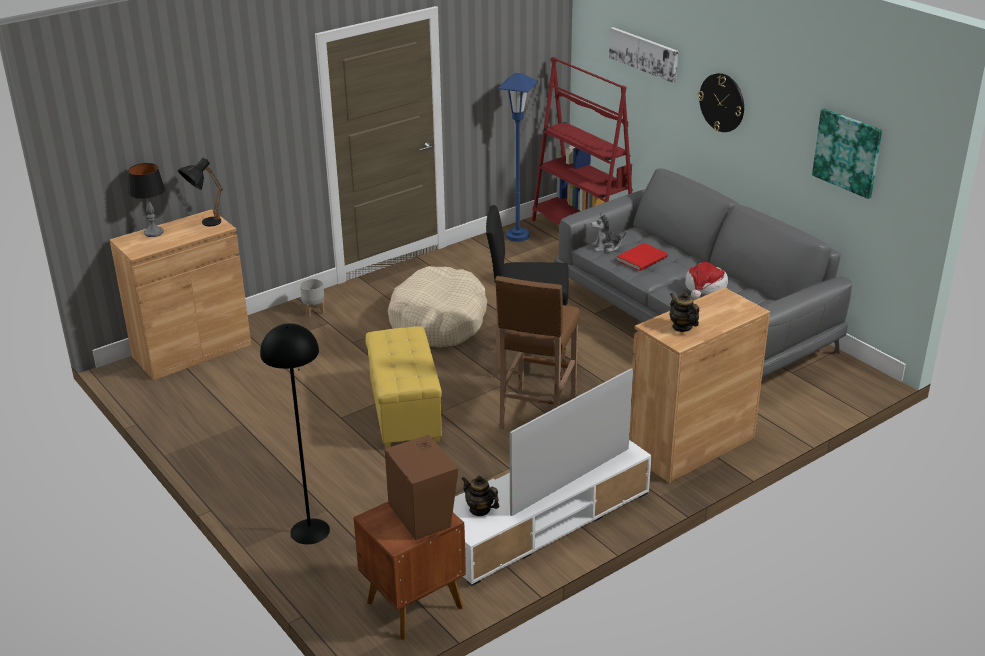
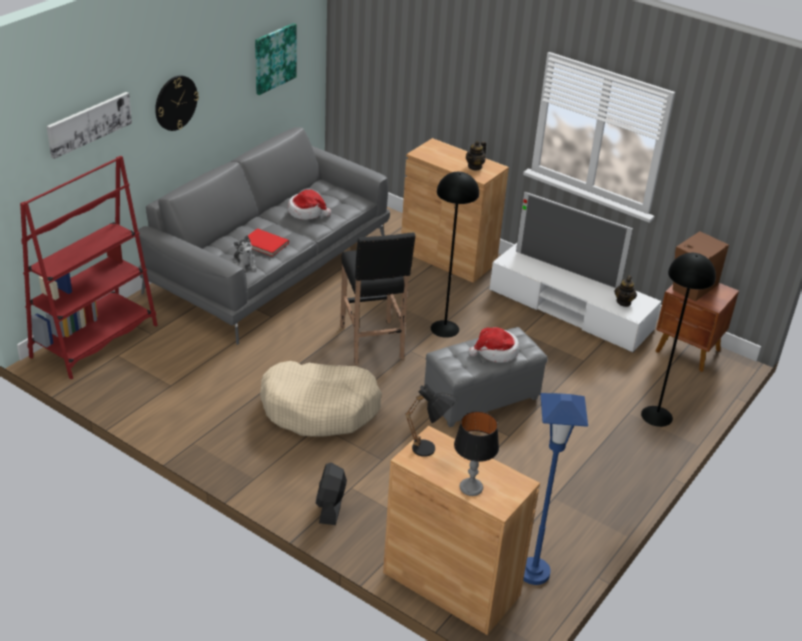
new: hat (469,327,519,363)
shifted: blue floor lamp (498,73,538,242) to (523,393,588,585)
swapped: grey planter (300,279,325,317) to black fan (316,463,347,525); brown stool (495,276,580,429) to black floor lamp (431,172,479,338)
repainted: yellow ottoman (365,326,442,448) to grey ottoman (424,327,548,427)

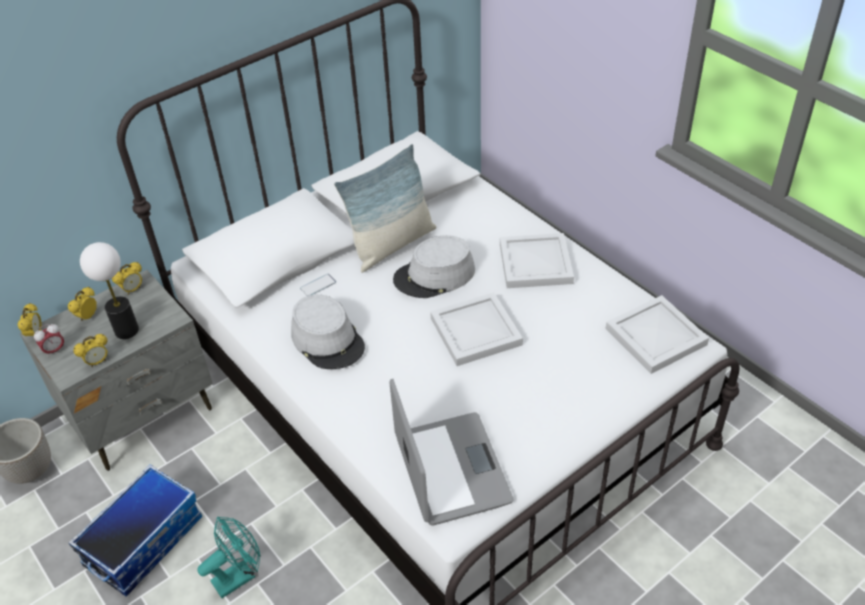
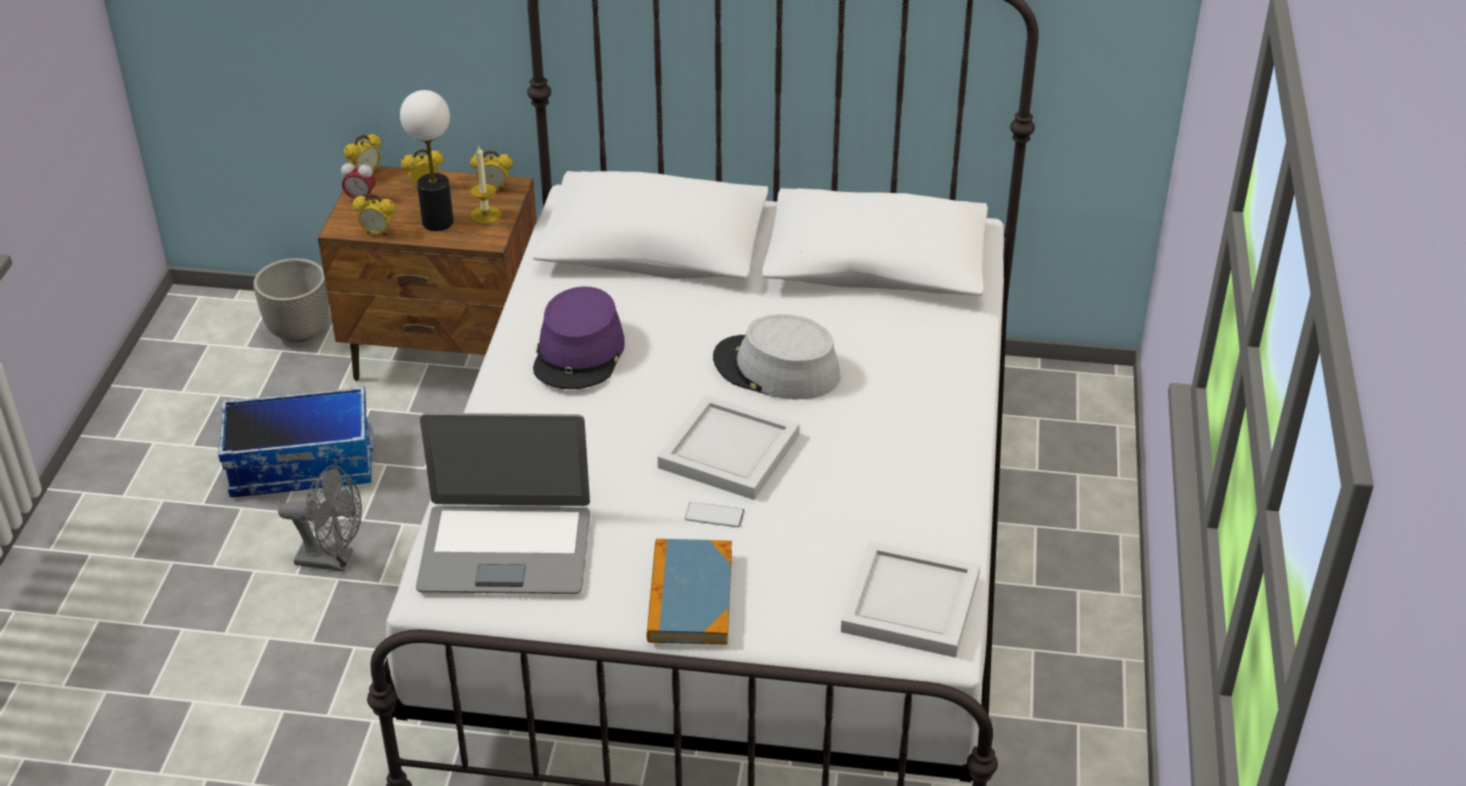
gone: pillow (334,144,436,273); white tray (500,233,574,288)
new: candle (470,145,501,224); book (647,539,732,645)
shifted: phone (300,274,336,296) to (685,502,744,527)
repainted: turquoise fan (197,516,261,598) to grey fan (278,465,362,572); grey nightstand (20,270,213,471) to brown nightstand (318,166,537,381); grey hat (291,295,365,369) to purple hat (533,287,625,389)
rotated: laptop (390,379,513,526) = (416,413,590,594) 60 degrees clockwise

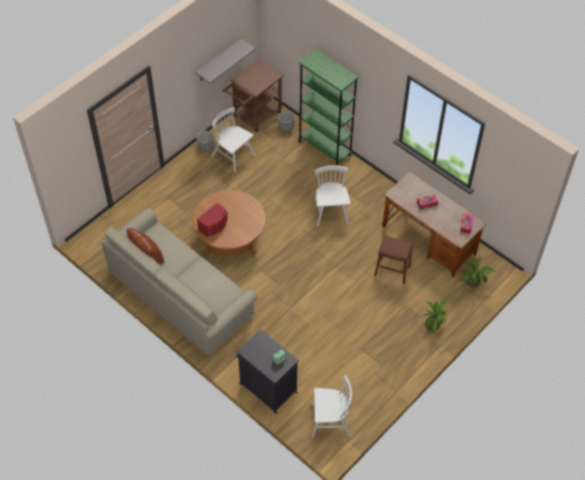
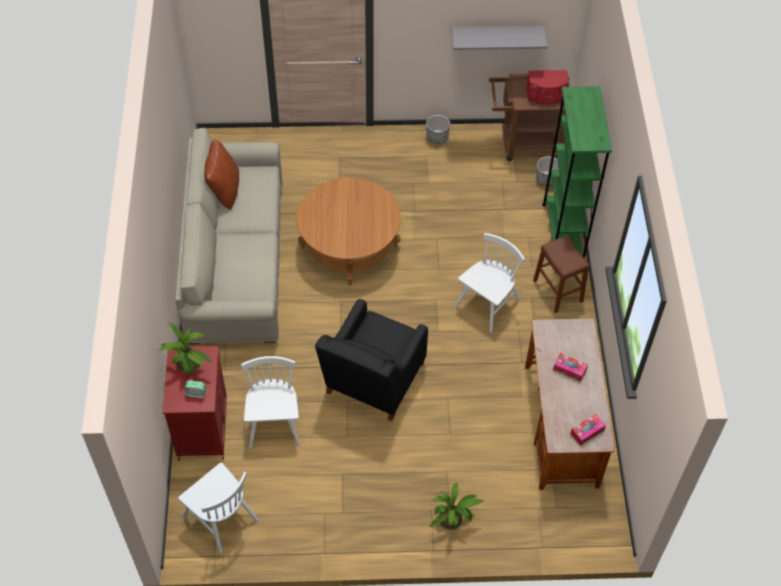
new: black armchair (315,299,428,422)
shifted: potted plant (460,258,495,287) to (159,322,212,374); white chair (212,107,255,173) to (241,356,300,448); red speaker (197,203,228,236) to (526,70,569,105); brown stool (374,235,413,284) to (533,235,590,313)
repainted: black cabinet (236,329,299,414) to red cabinet (163,346,227,461)

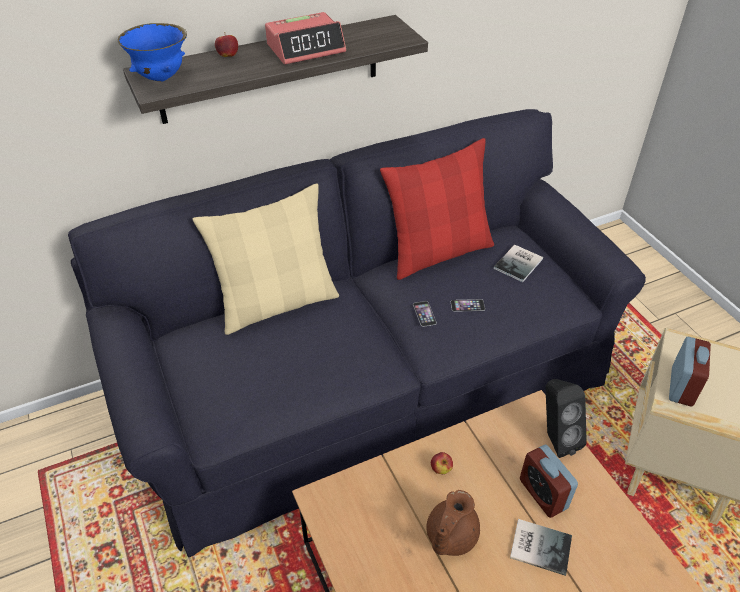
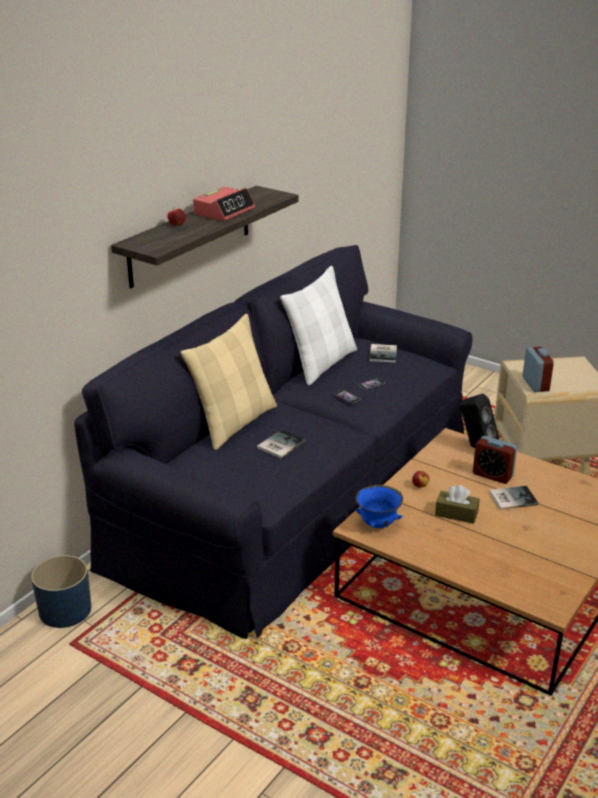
new: blue planter (31,555,91,628); book (257,430,306,458)
shifted: blue bowl (118,23,187,82) to (355,485,403,528)
swapped: brown teapot (426,490,480,556) to brown tissue box (435,485,480,524)
repainted: red pillow (380,138,494,280) to white pillow (280,266,357,386)

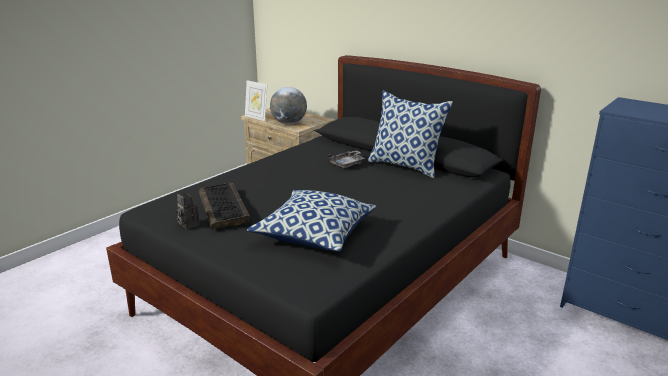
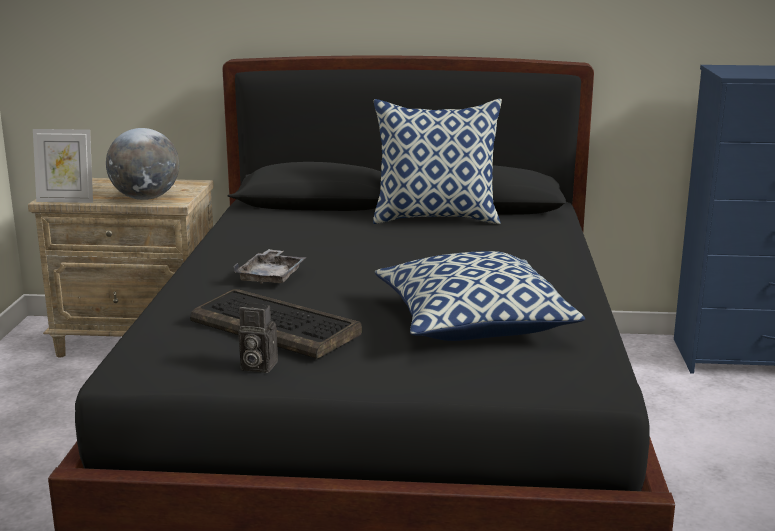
shifted: grey tray (328,150,365,168) to (233,249,306,285)

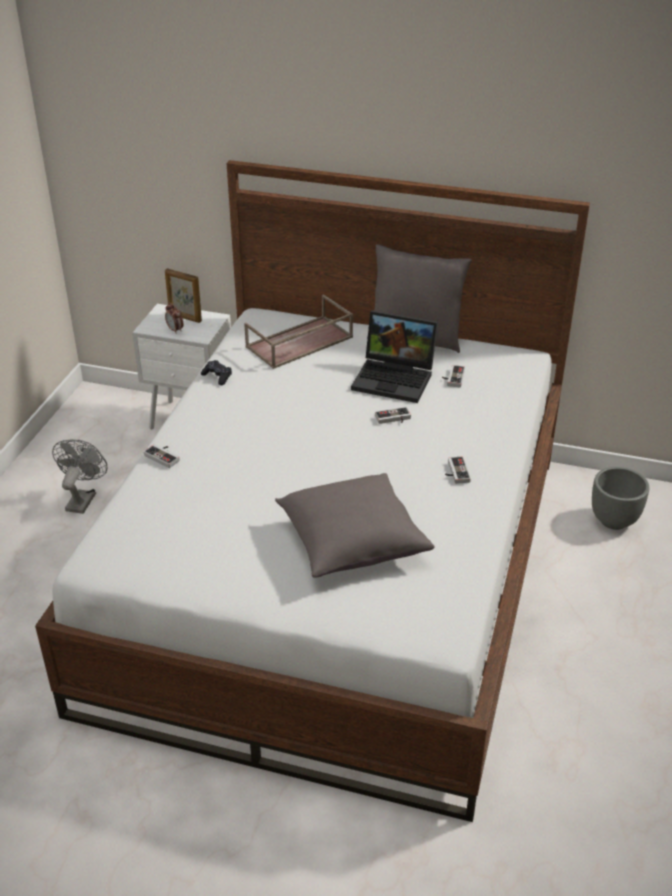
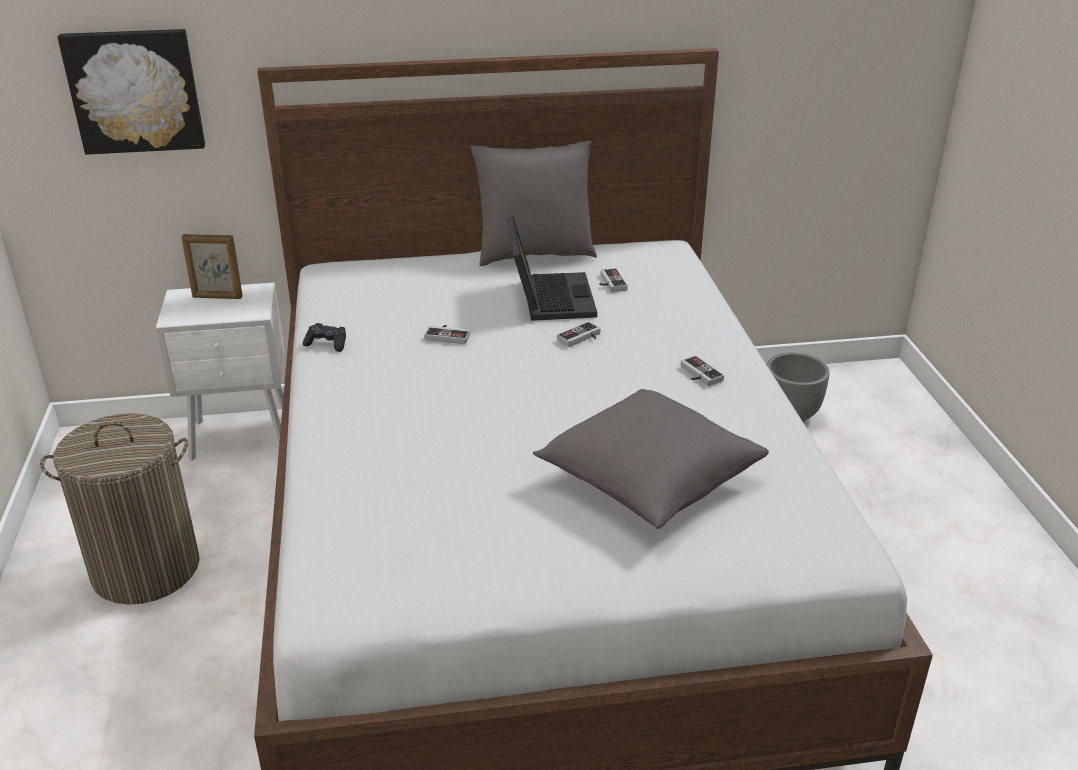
gone: alarm clock (165,303,183,334); brown tray (244,294,353,369)
new: picture (58,29,205,155)
shifted: game controller (144,444,180,468) to (424,325,470,344)
swapped: grey fan (52,440,107,514) to laundry basket (40,413,200,605)
rotated: laptop (351,310,438,403) = (507,217,597,321) 90 degrees counterclockwise

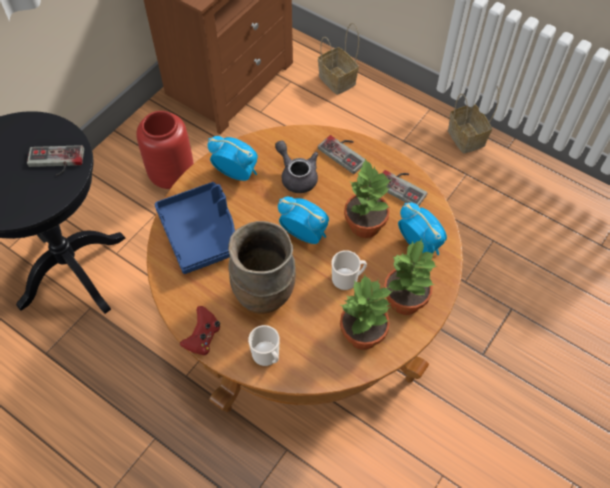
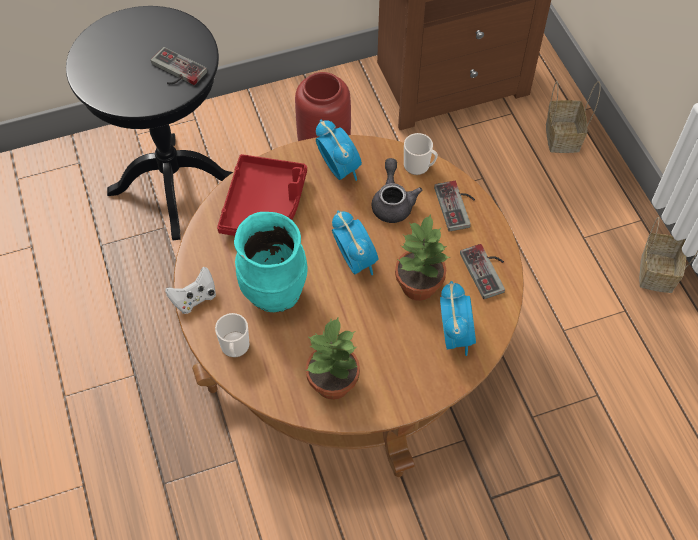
gone: potted plant (384,239,437,315)
shifted: mug (332,250,367,290) to (404,133,438,175)
repainted: red game controller (180,306,220,356) to white game controller (165,266,216,314); blue tray (154,182,235,274) to red tray (217,154,307,236); brown vase (228,221,296,314) to turquoise vase (234,212,308,312)

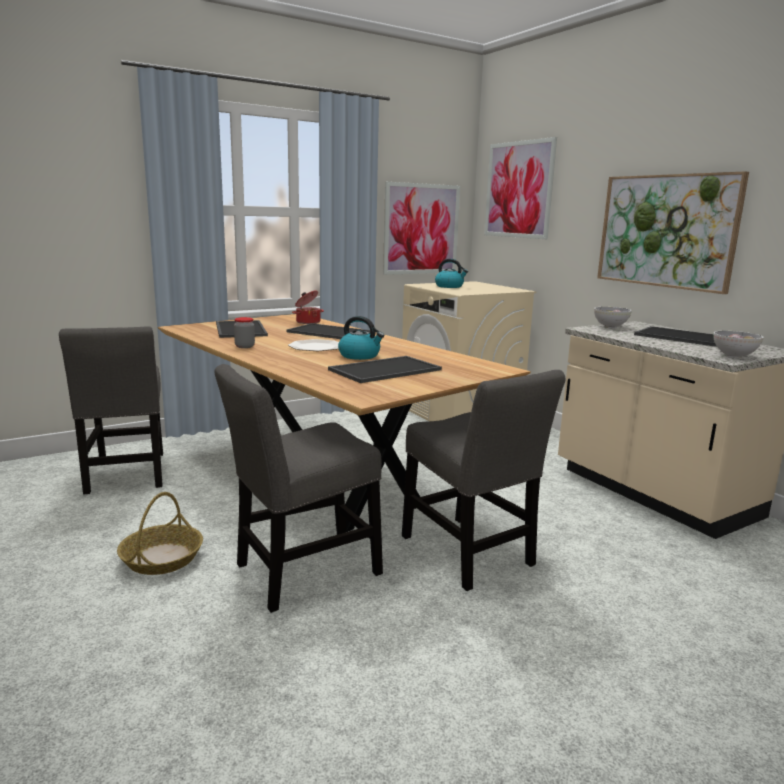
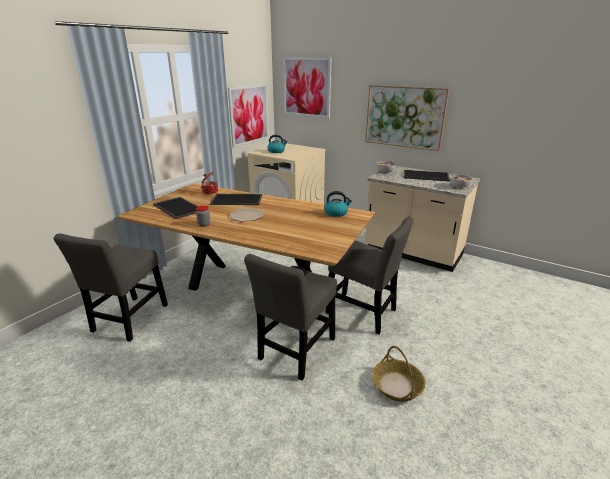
gone: tray (328,356,442,383)
shifted: kettle (338,316,384,360) to (324,191,352,217); basket (117,492,203,575) to (372,346,426,402)
rotated: grey chair (59,326,163,495) = (54,233,168,342) 60 degrees clockwise

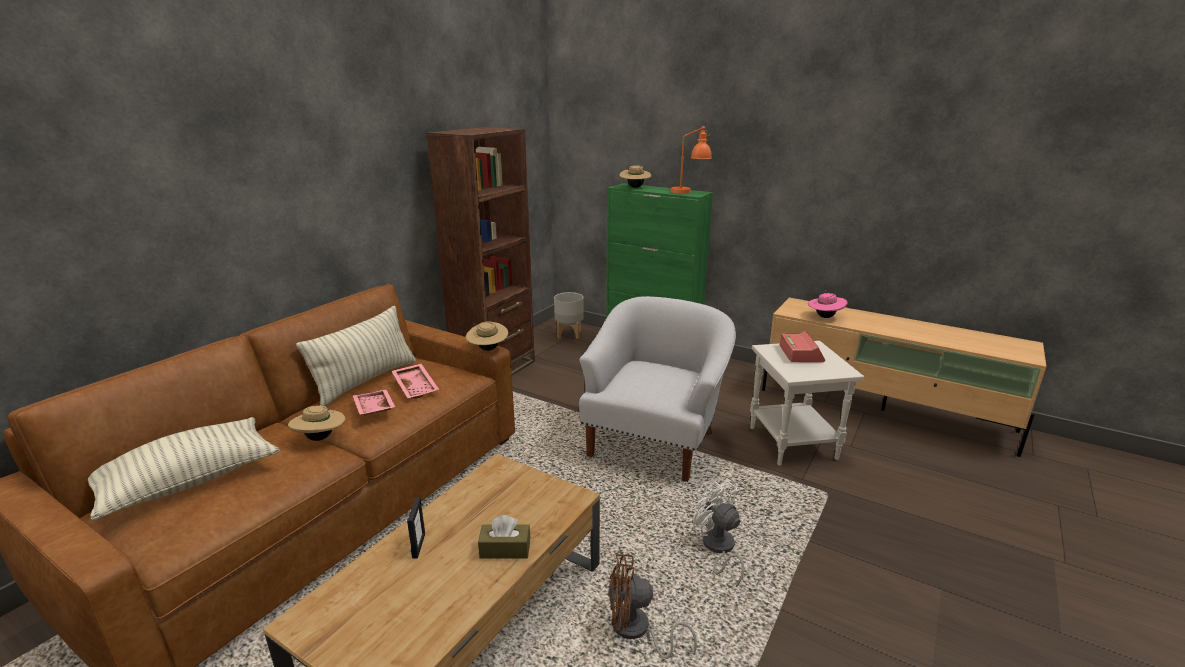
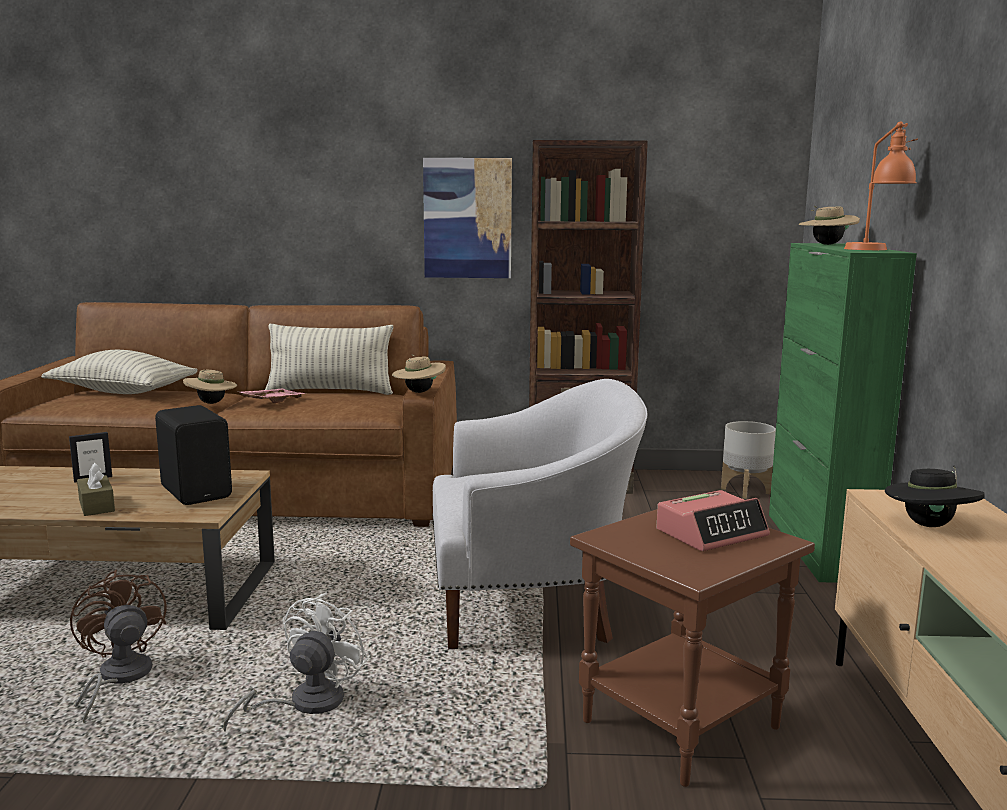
gone: pink tray (392,363,439,399)
new: black speaker (155,405,232,505); picture (423,158,512,278)
repainted: white side table (750,341,864,466) to brown side table (570,509,815,787); pink hat (808,291,848,318) to black hat (885,466,985,527)

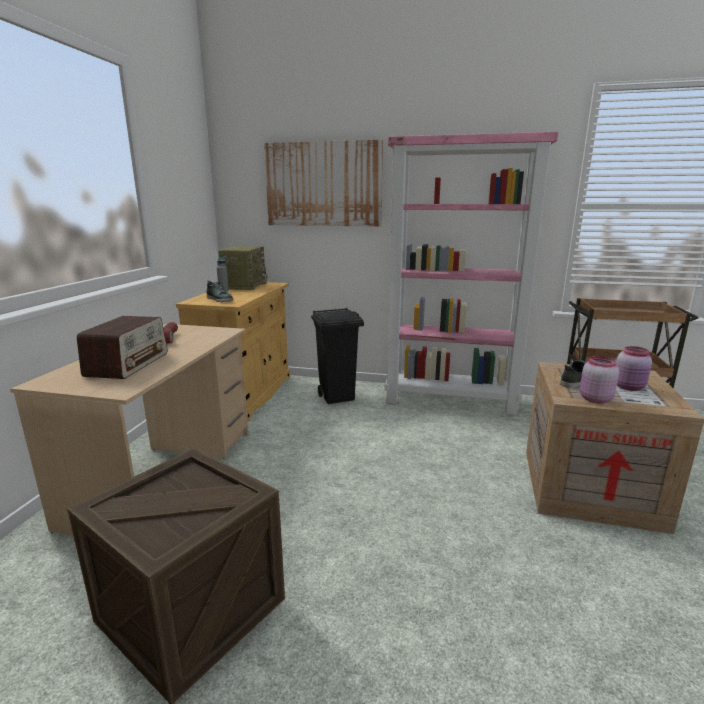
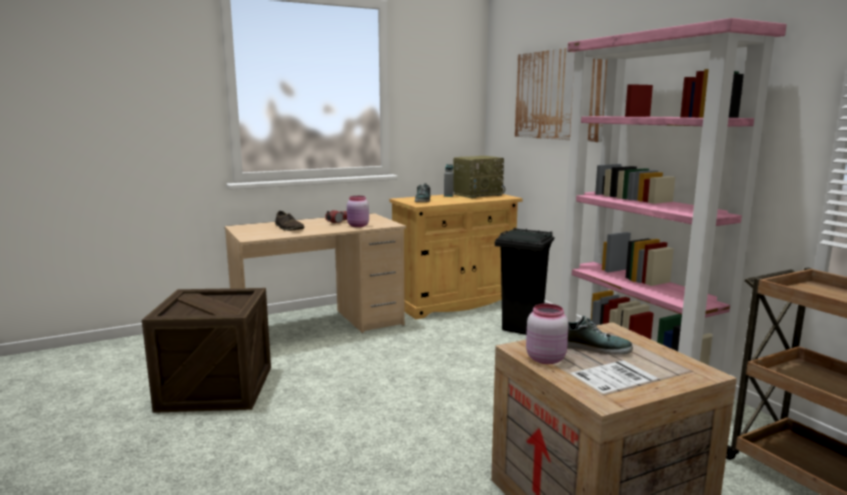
shifted: pink jar (616,346,652,391) to (347,196,369,227)
swapped: radio (77,316,168,379) to brown shoe (275,211,304,231)

